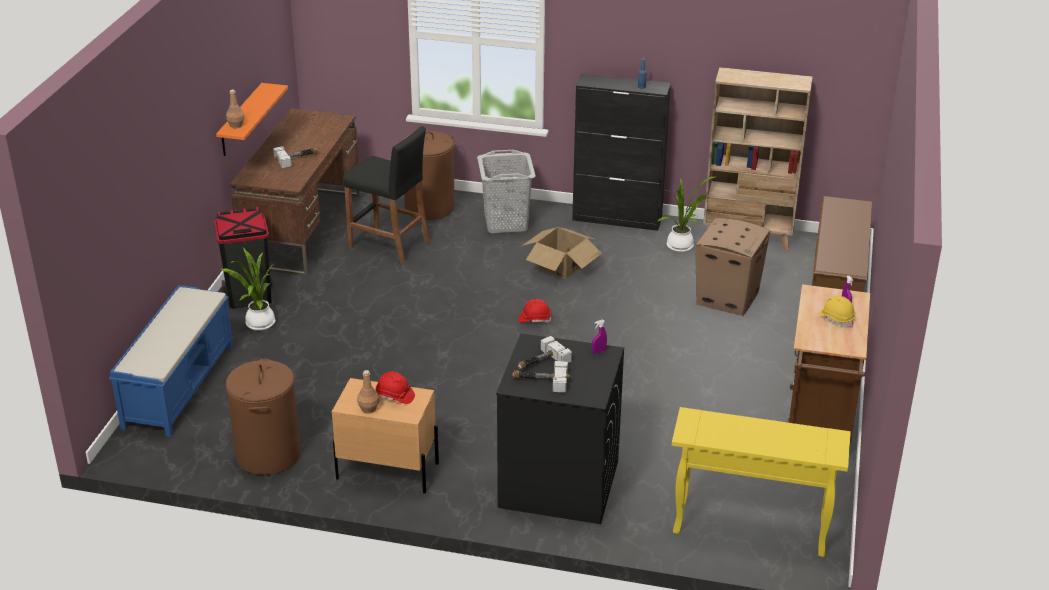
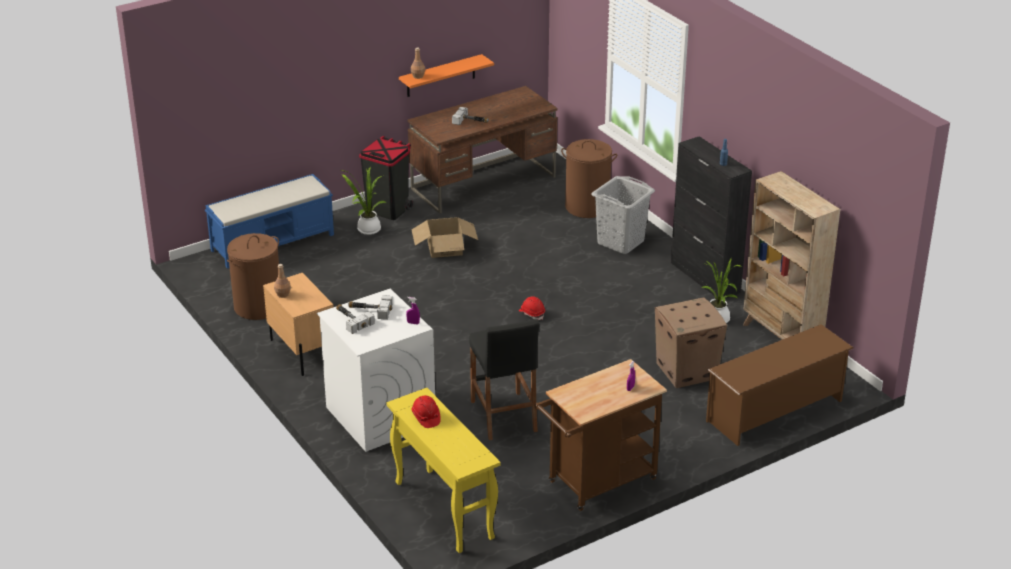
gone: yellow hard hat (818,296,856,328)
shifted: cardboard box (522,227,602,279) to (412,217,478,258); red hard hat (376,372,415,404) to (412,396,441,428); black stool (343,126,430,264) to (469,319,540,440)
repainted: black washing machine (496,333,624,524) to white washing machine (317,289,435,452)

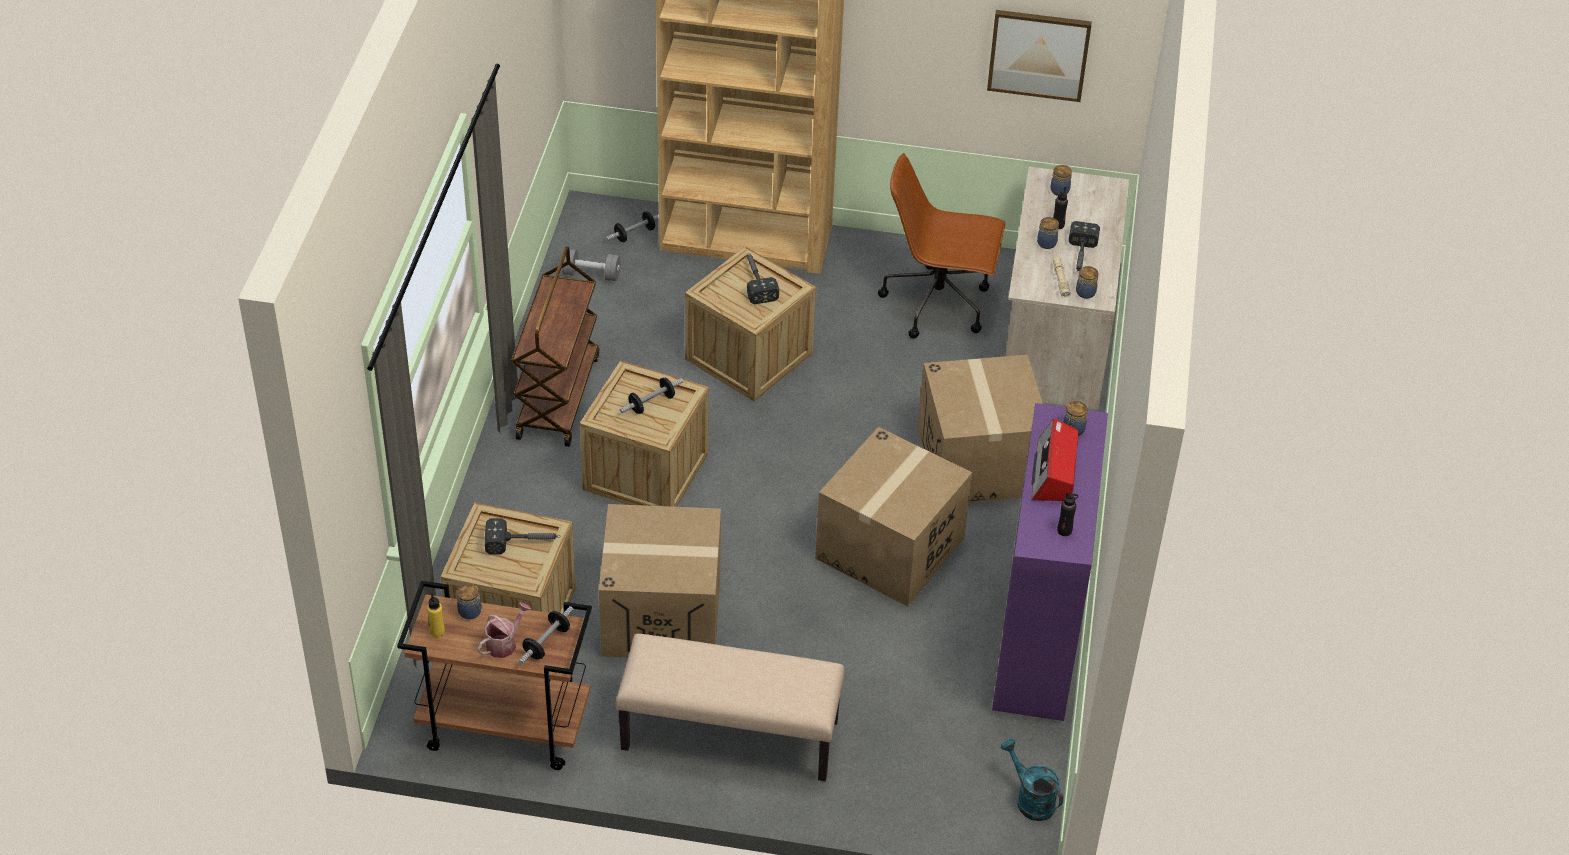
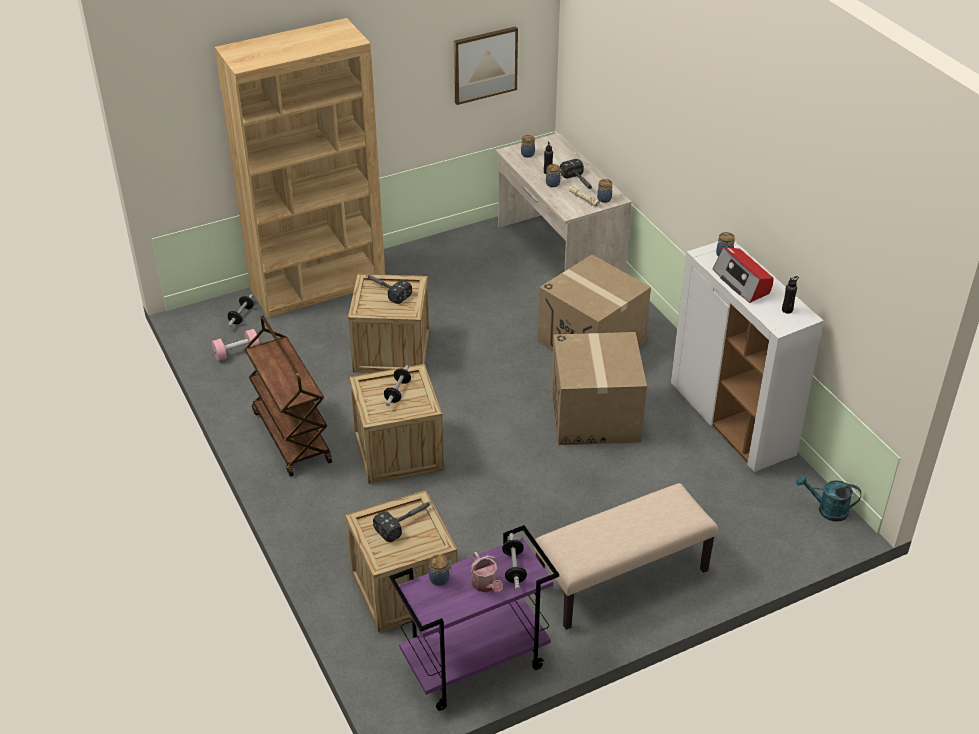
gone: yellow bottle (427,593,445,638); cardboard box (599,504,721,657); brown office chair (878,153,1005,338)
repainted: grey dumbbell (562,249,621,281) to pink dumbbell (212,329,259,361); brown cart (397,581,592,770) to purple cart (389,525,559,711); purple cabinet (992,403,1108,721) to white cabinet (671,242,824,472)
rotated: watering can (478,602,532,658) = (471,552,503,593) 150 degrees clockwise

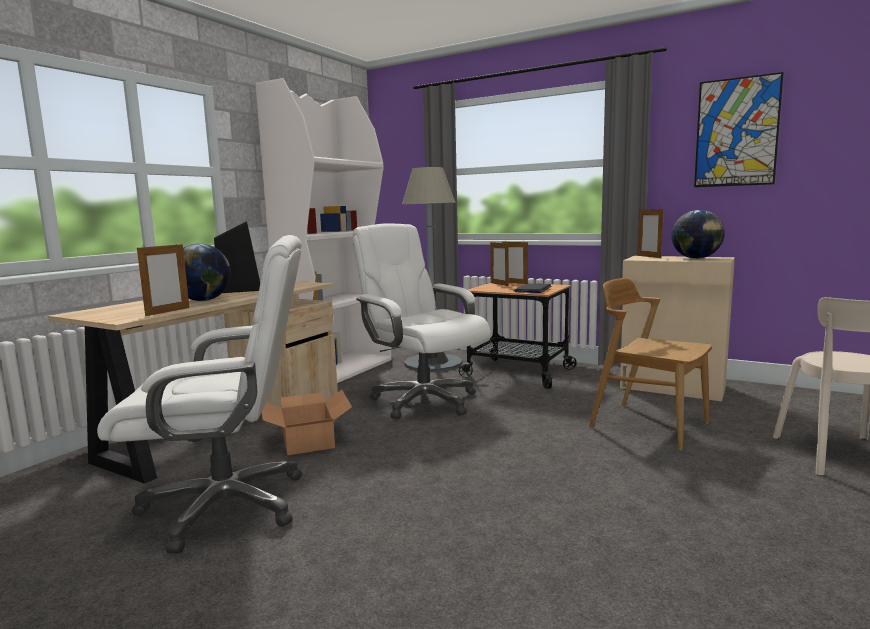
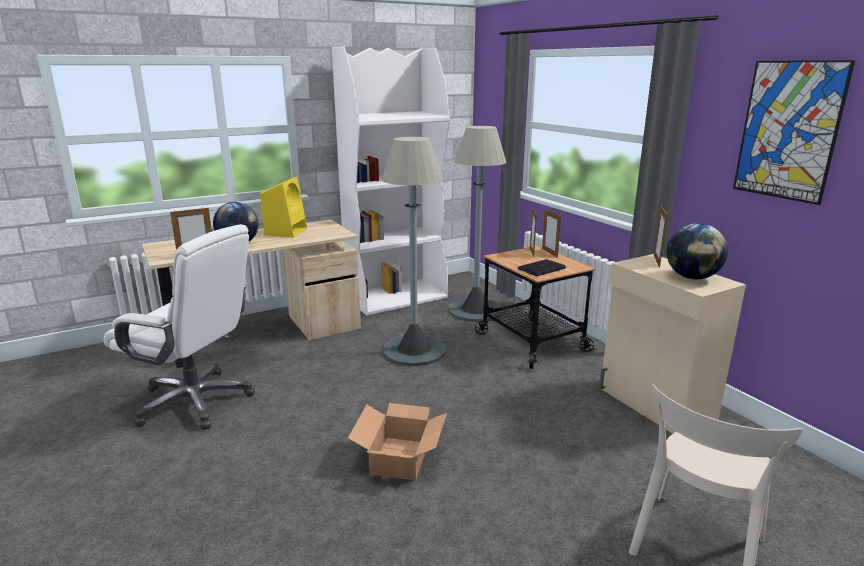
gone: brown chair (589,278,712,450)
shifted: cardboard box (262,390,352,455) to (348,403,447,481)
swapped: white office chair (353,223,491,419) to grey floor lamp (381,137,445,367)
repainted: black speaker (214,221,260,293) to yellow speaker (260,177,307,237)

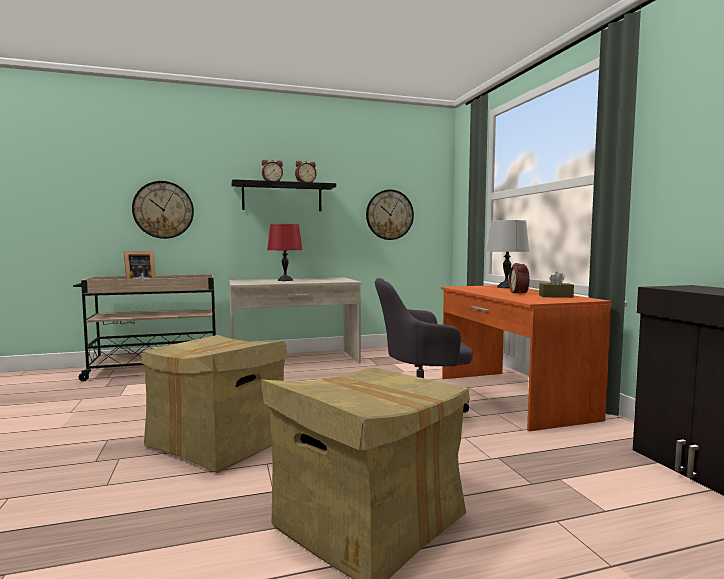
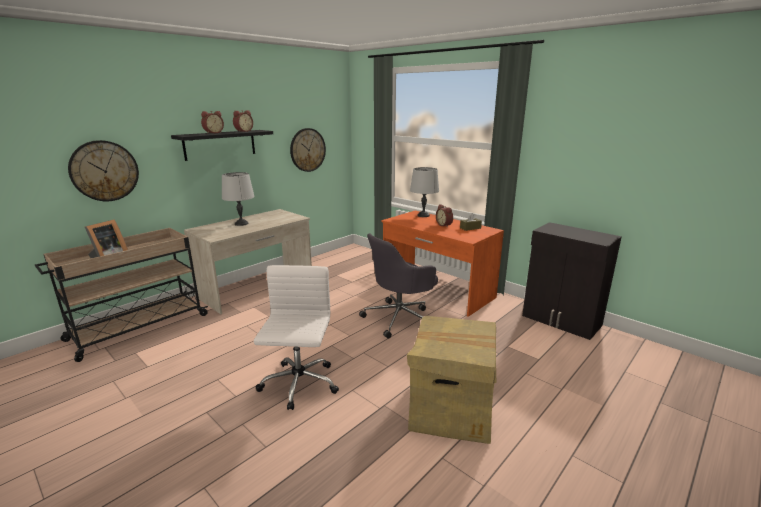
swapped: cardboard box (141,335,288,473) to white office chair (254,265,339,410)
repainted: red table lamp (267,224,302,281) to grey table lamp (222,172,255,226)

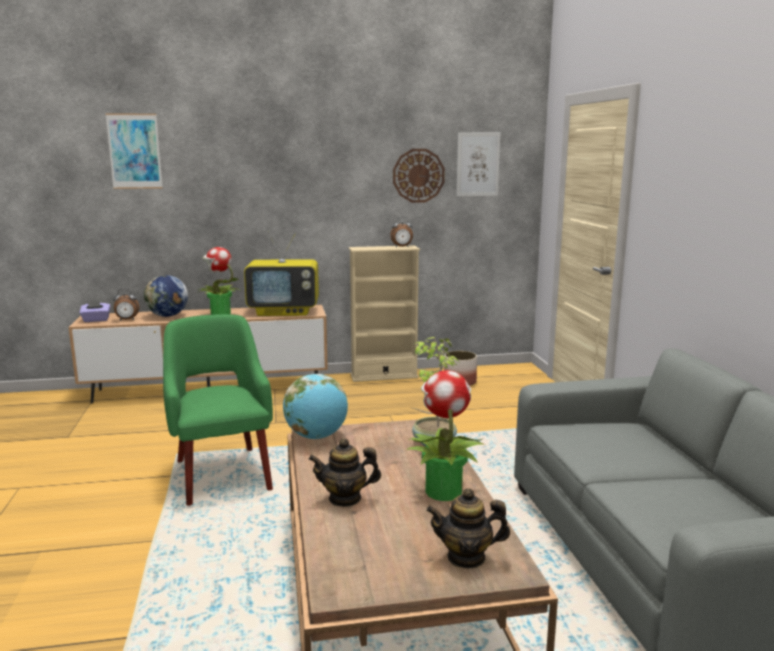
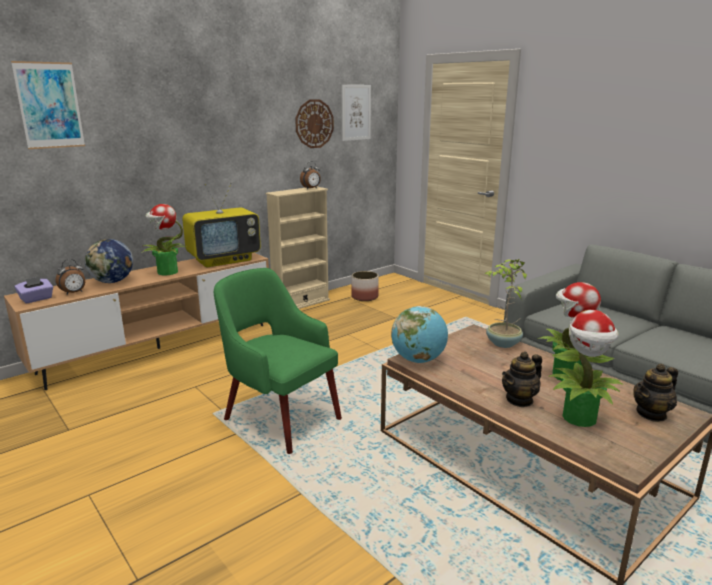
new: potted plant (548,310,623,427)

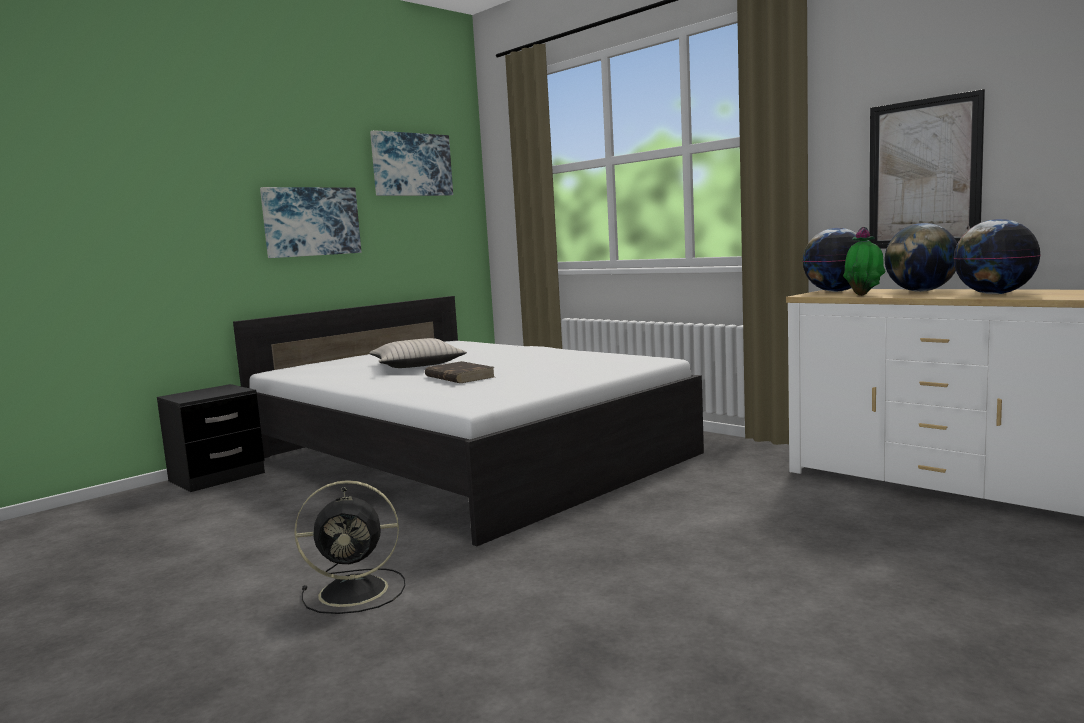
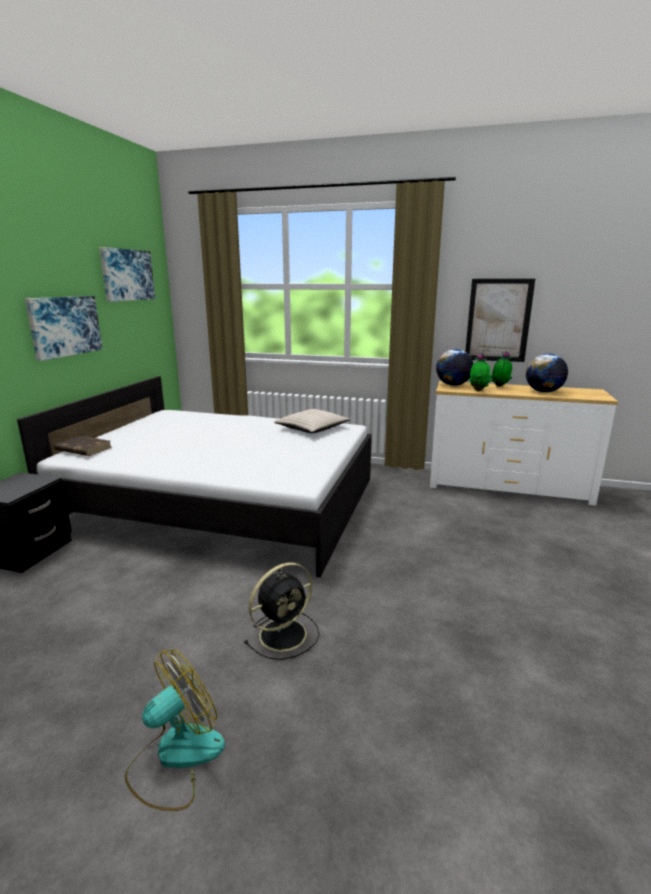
new: fan (125,649,225,811)
shifted: brown book (425,361,495,383) to (54,436,112,456); beige pillow (369,338,467,368) to (274,409,351,433)
swapped: globe (885,223,957,292) to potted plant (491,351,512,387)

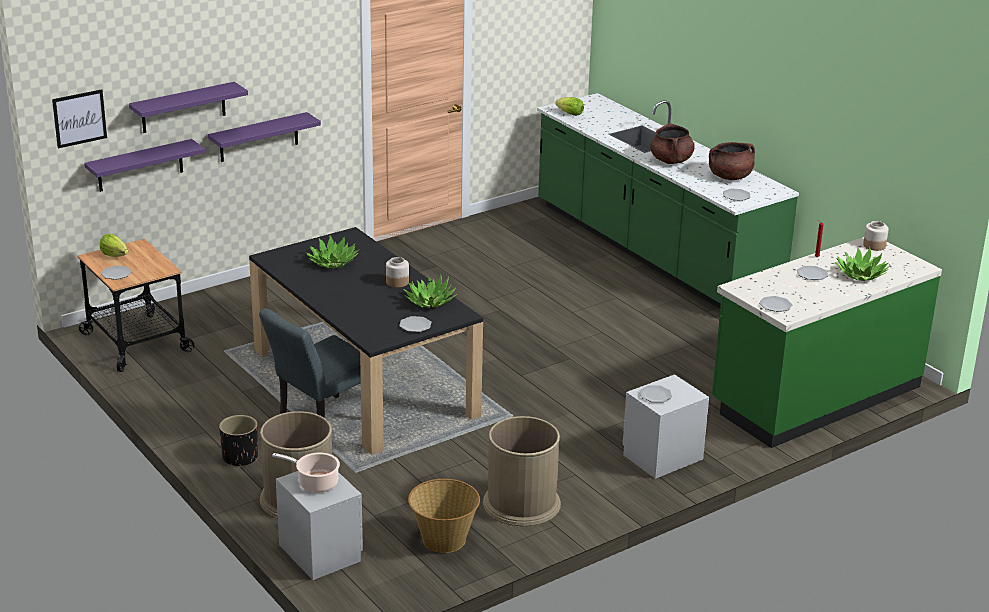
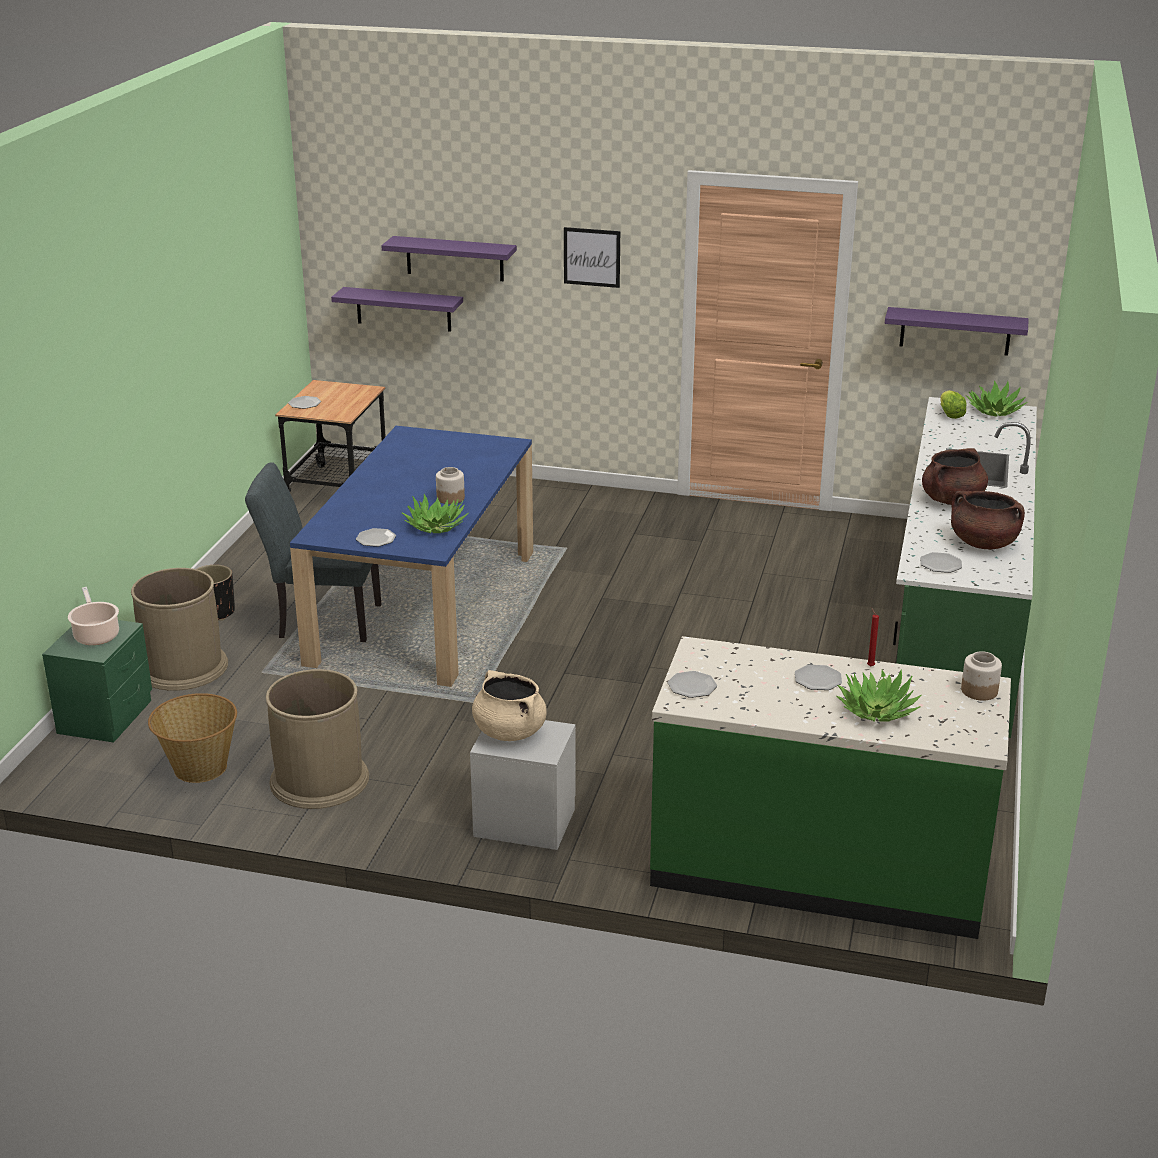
gone: lettuce (100,234,129,257)
shifted: picture (52,89,107,148) to (564,227,620,288); purple shelf (208,112,321,162) to (885,307,1029,356); potted plant (306,236,360,268) to (966,381,1027,417)
swapped: plate (640,385,672,402) to beige cooking pot (472,670,547,741)
repainted: grey nightstand (276,471,363,580) to green nightstand (42,620,152,742); black dining table (249,227,483,455) to blue dining table (290,426,533,687)

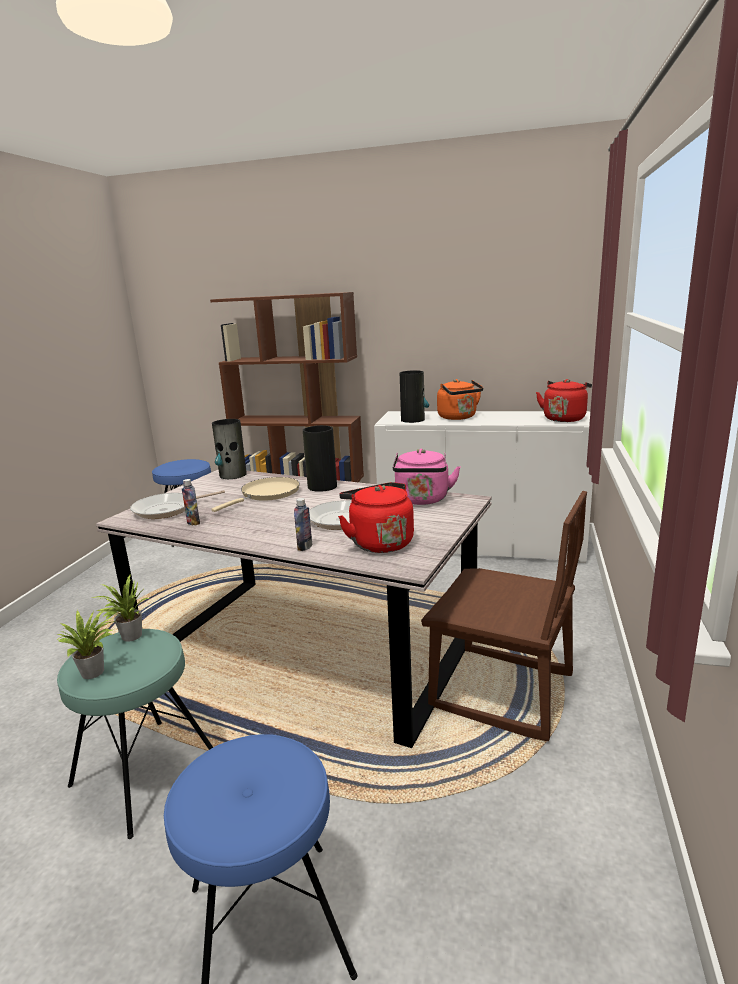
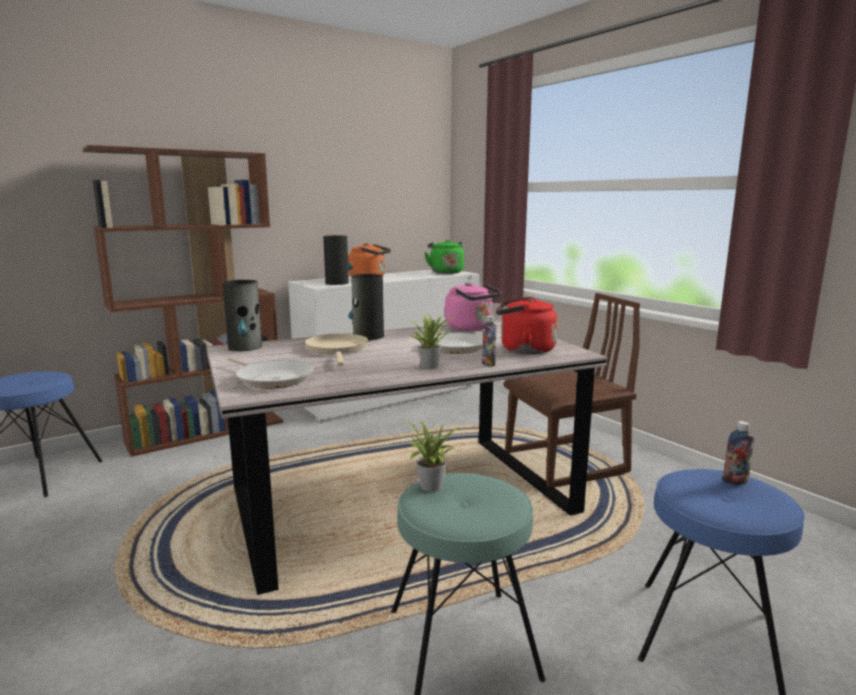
shifted: potted plant (57,610,115,679) to (409,313,452,368); bottle (182,479,200,526) to (723,421,754,485)
repainted: red kettle (536,379,592,422) to green kettle (424,240,464,274)
rotated: frying pan (130,490,225,519) = (228,358,314,389) 60 degrees counterclockwise

